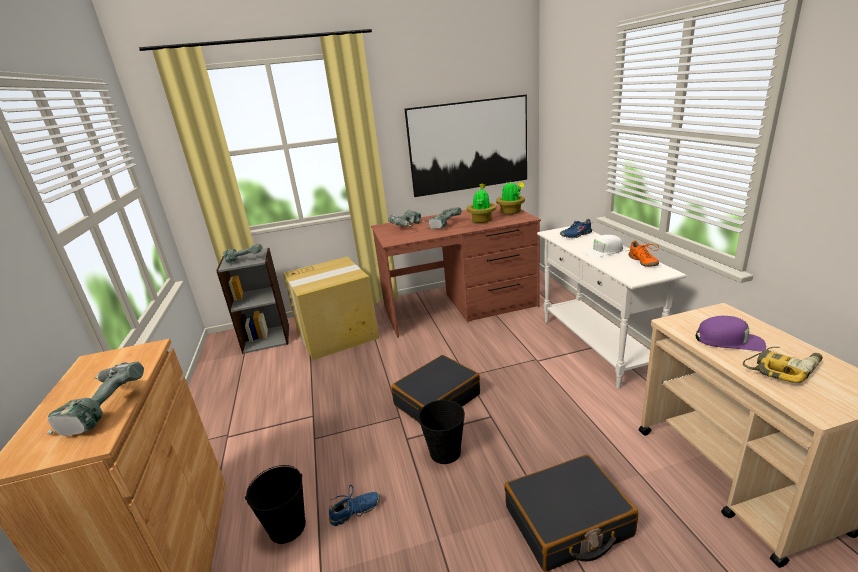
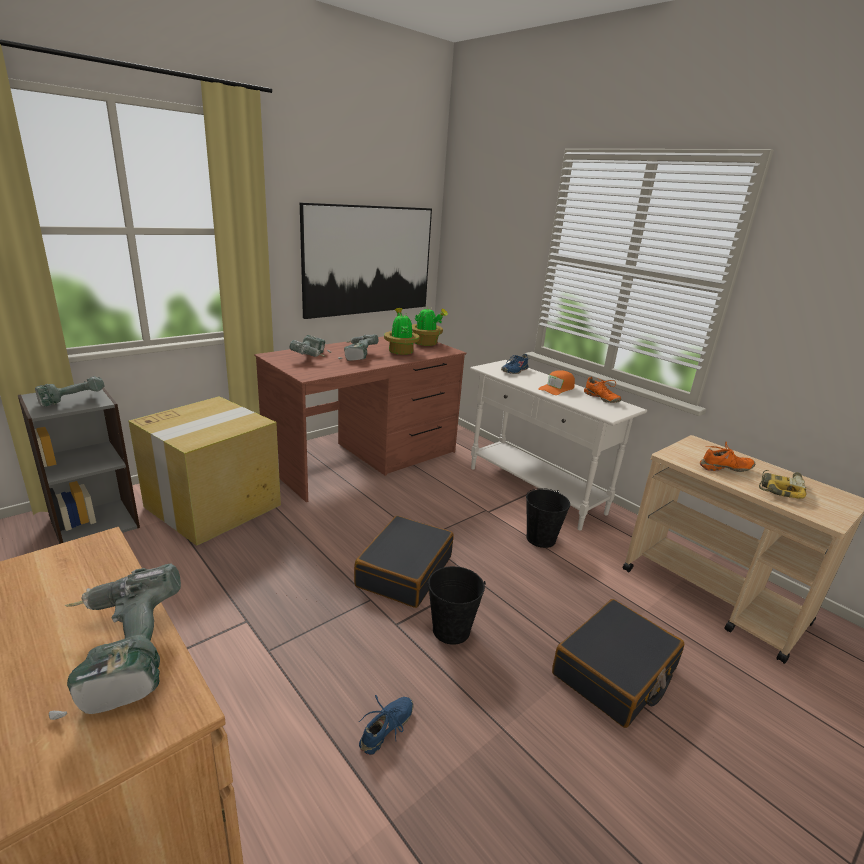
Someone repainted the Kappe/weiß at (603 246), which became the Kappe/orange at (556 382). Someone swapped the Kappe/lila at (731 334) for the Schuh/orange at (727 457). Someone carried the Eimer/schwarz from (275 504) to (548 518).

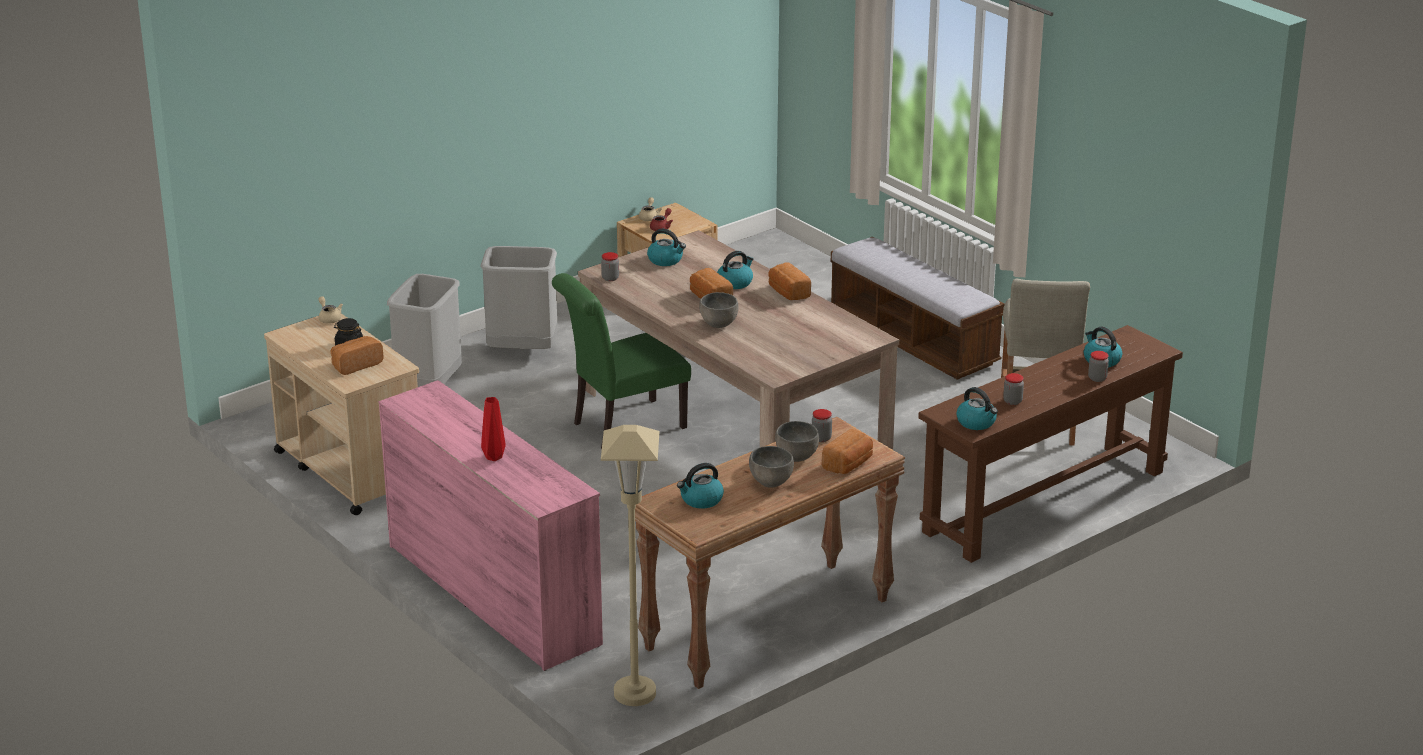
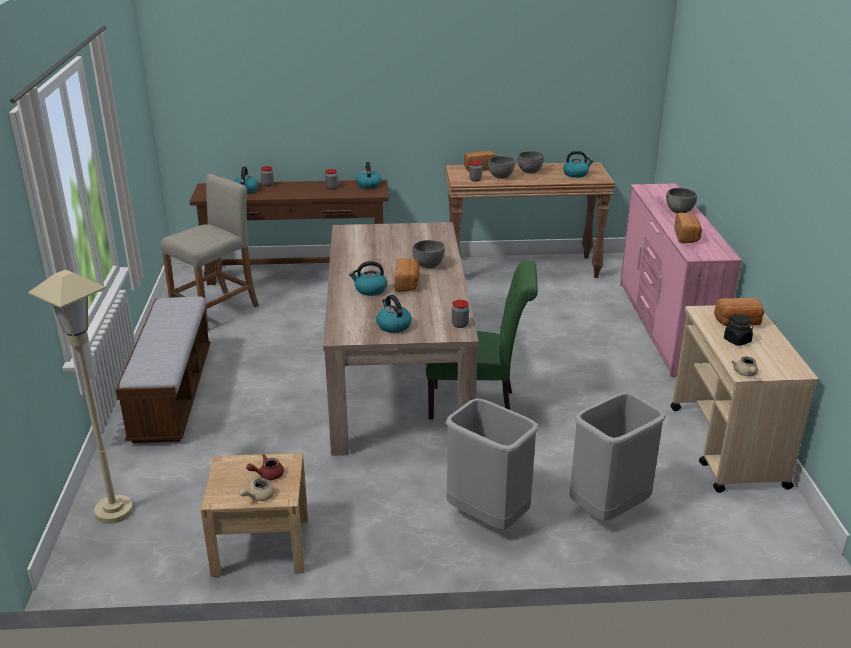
Someone carried the Brot from (789 281) to (688 228). Someone swapped the Vase/rot at (493 429) for the Schüssel/grau at (681 200). Someone carried the Stehlampe/beige from (630 565) to (80 396).

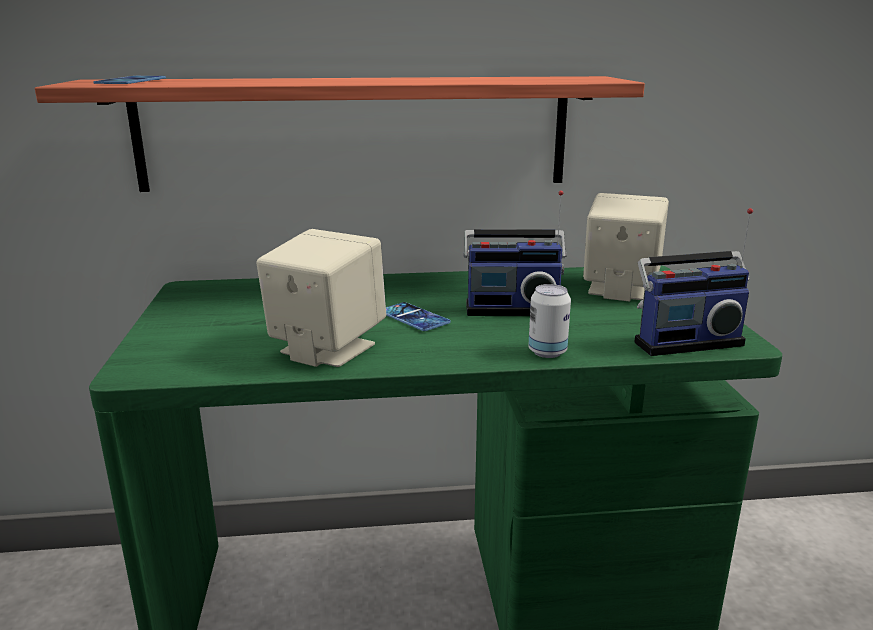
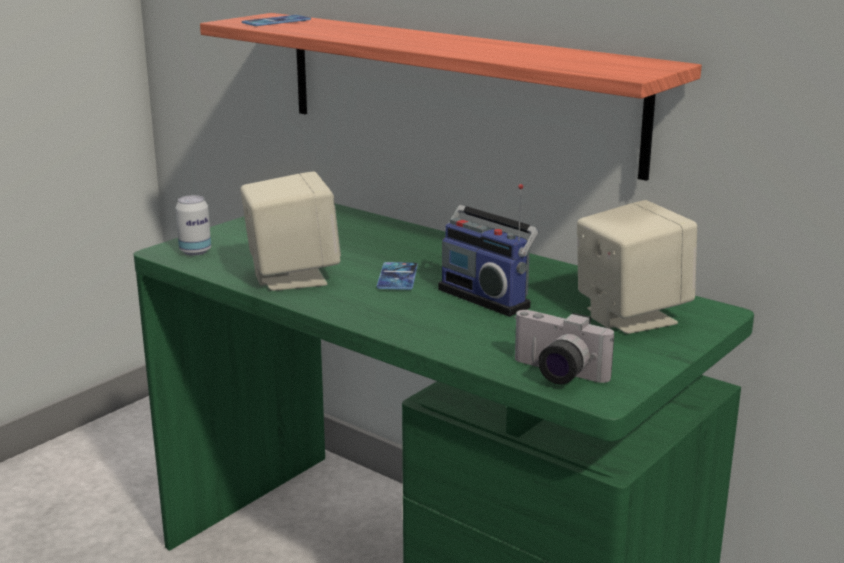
Someone swapped the Radio at (693 282) for the Kamera at (564 347). Someone carried the Dose from (549 321) to (193 225).

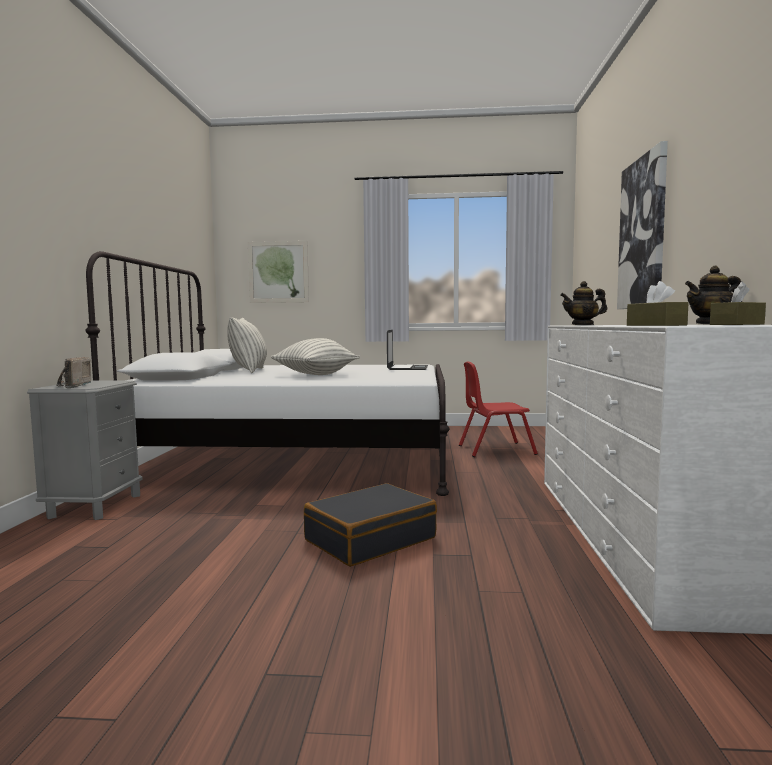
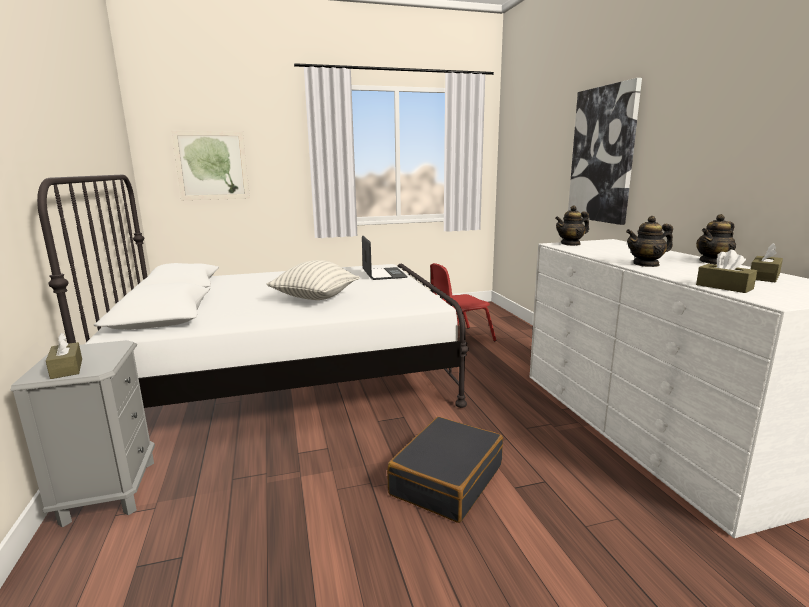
Someone took away the Kissen at (247 345). Someone swapped the Radio at (73 372) for the Taschentuchbox/braun at (64 356). Someone put down the Teekanne at (649 241).

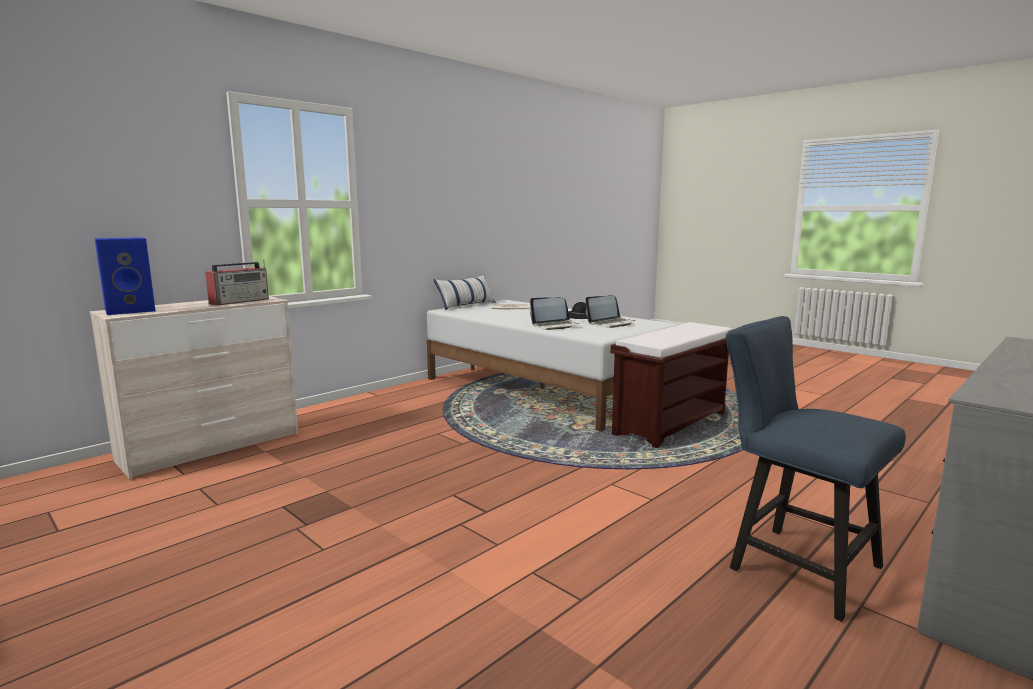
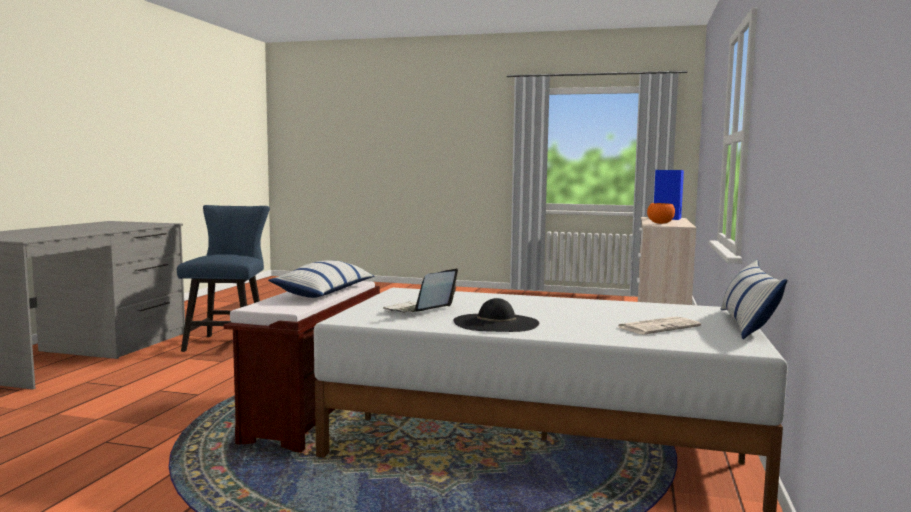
Someone swapped the Radio at (237 283) for the Schüssel/orange at (661 213). Someone took away the Laptop at (555 313). Someone rotated the Stuhl/blau at (816 469) by 105 degrees counterclockwise. Someone put down the Kissen at (321 279).

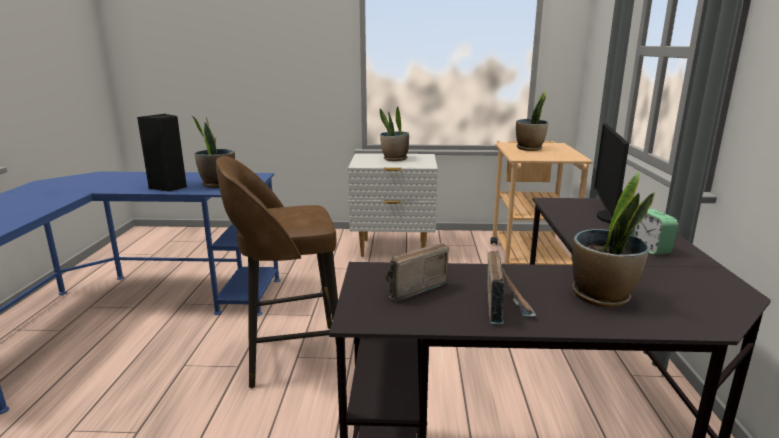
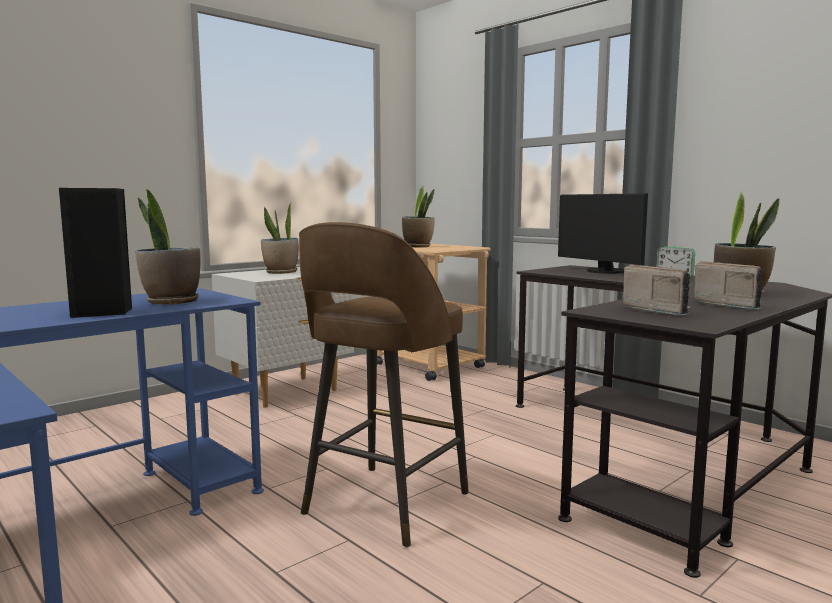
Someone rotated the Radio at (417 272) by 135 degrees clockwise.

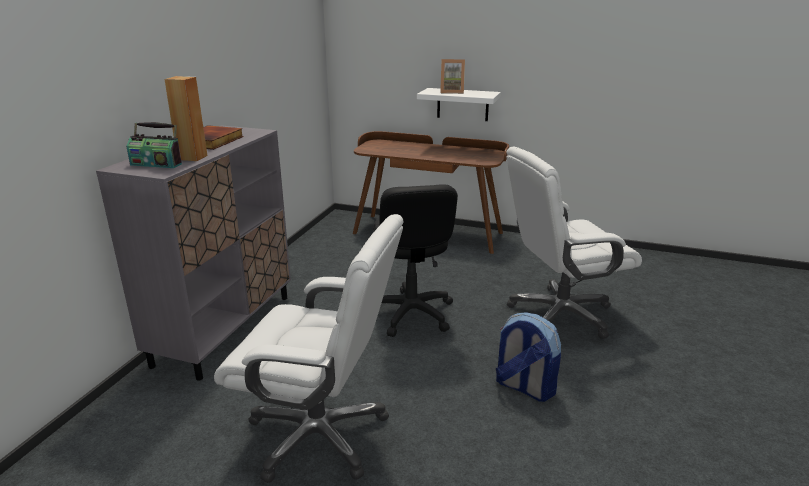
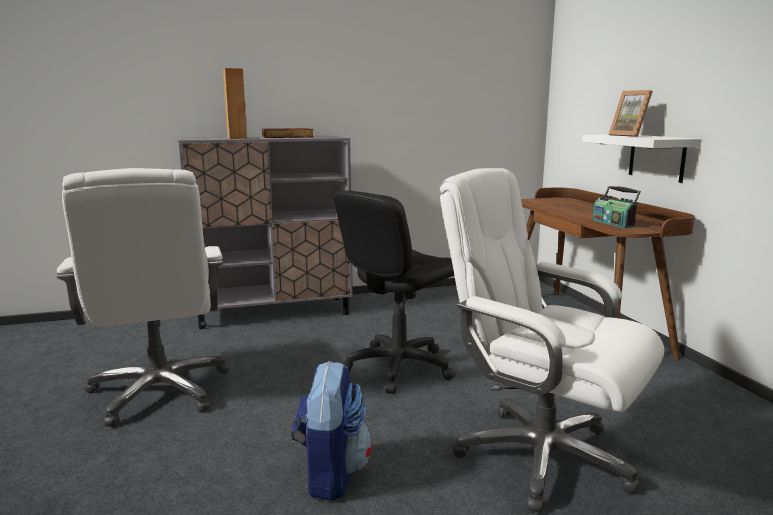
Someone carried the Radio from (154 145) to (617 207).

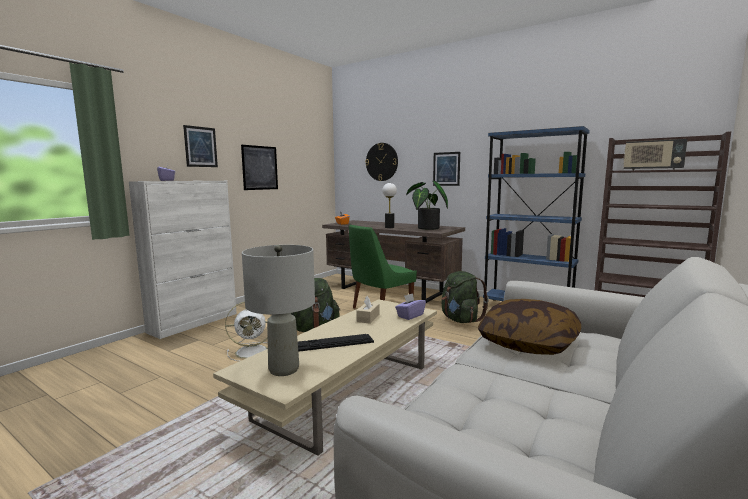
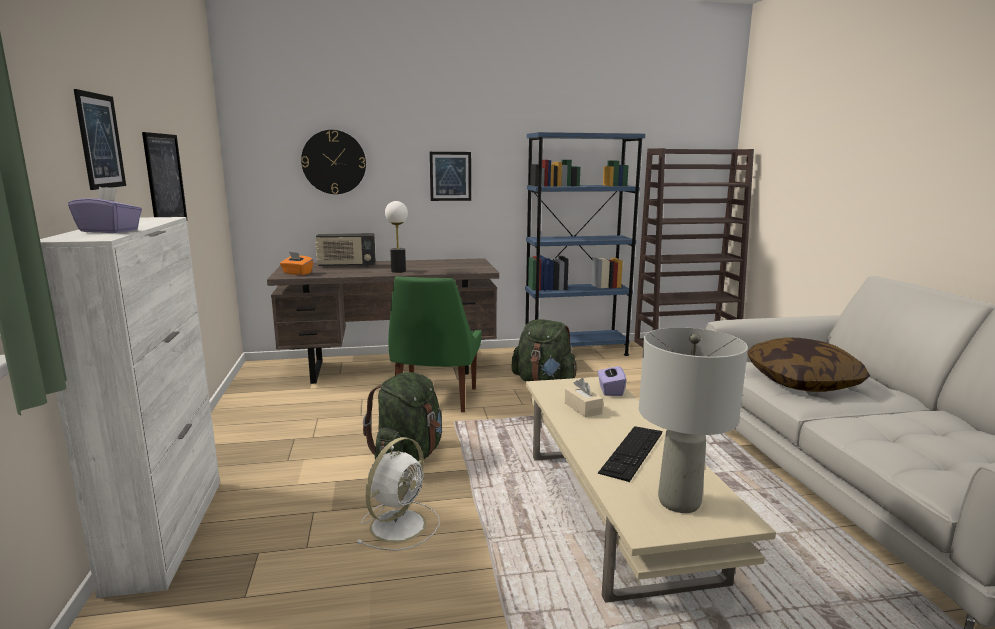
Someone carried the Radio from (655 154) to (345 250). Someone took away the Topfpflanze at (427 205).

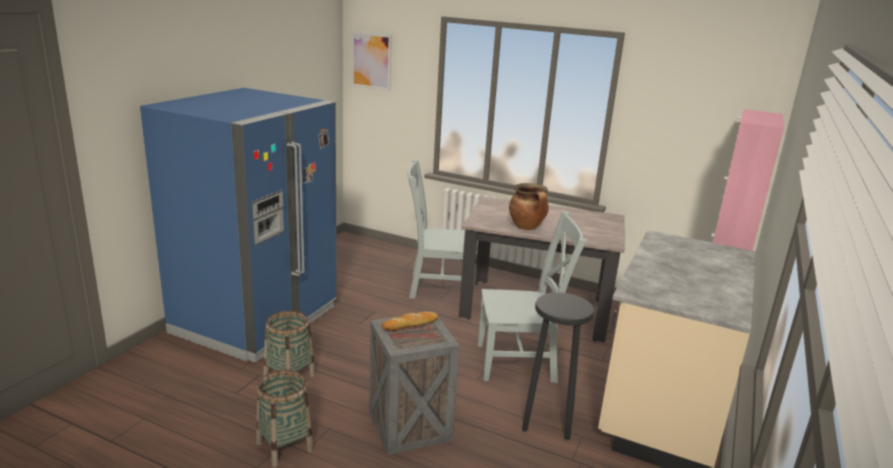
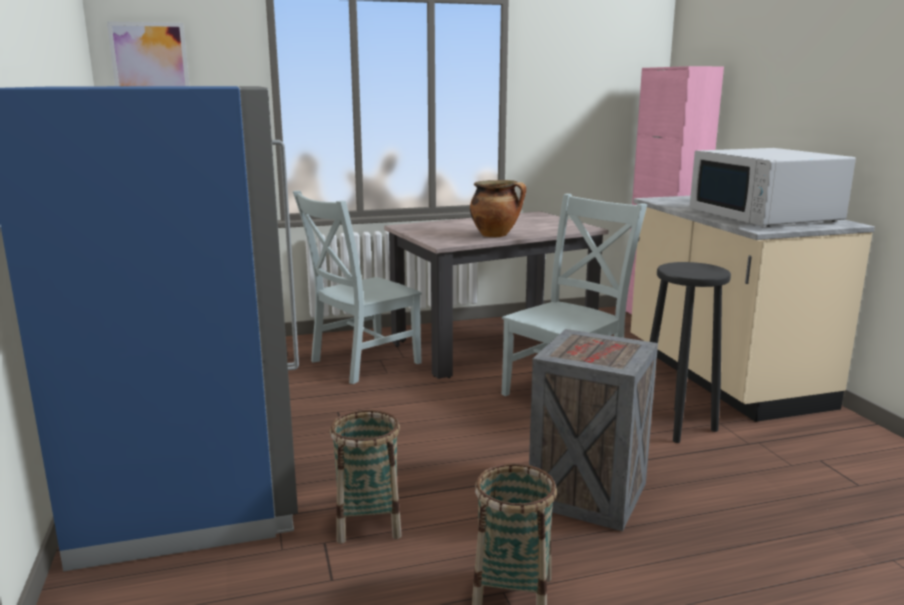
Someone took away the Brot at (410 321). Someone put down the Mikrowelle/weiß at (773 187).

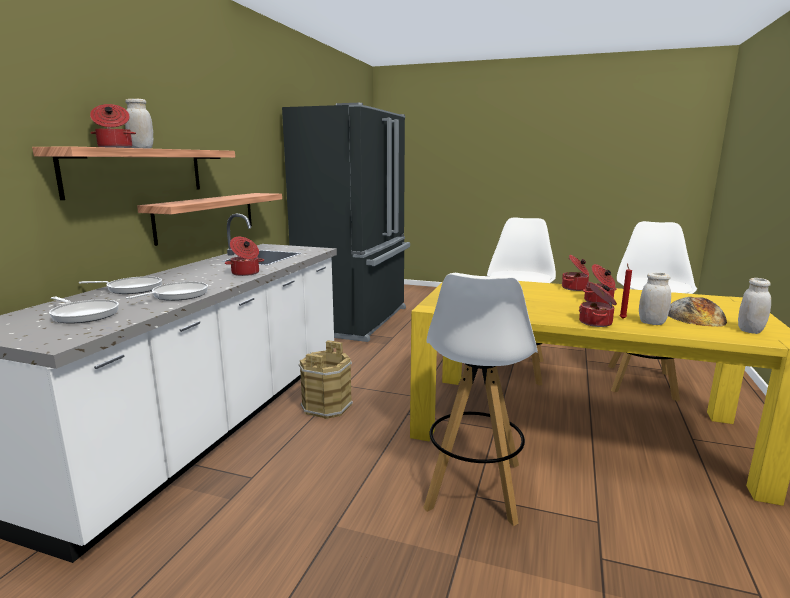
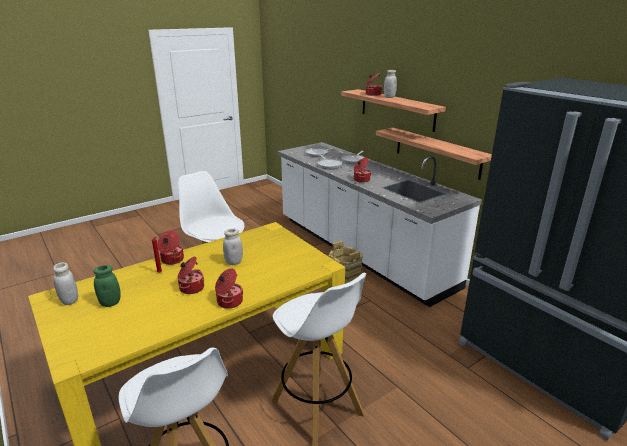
Someone carried the Vorratsglas/weiß from (655 299) to (233 247). Someone swapped the Brot at (697 312) for the Vorratsglas/grün at (107 286).

